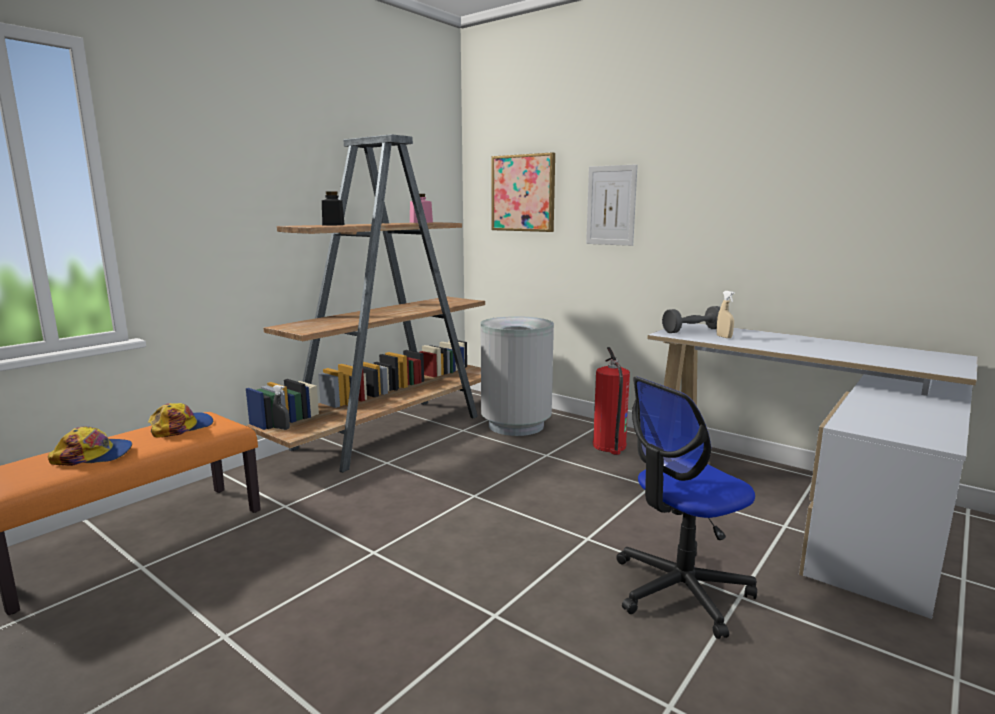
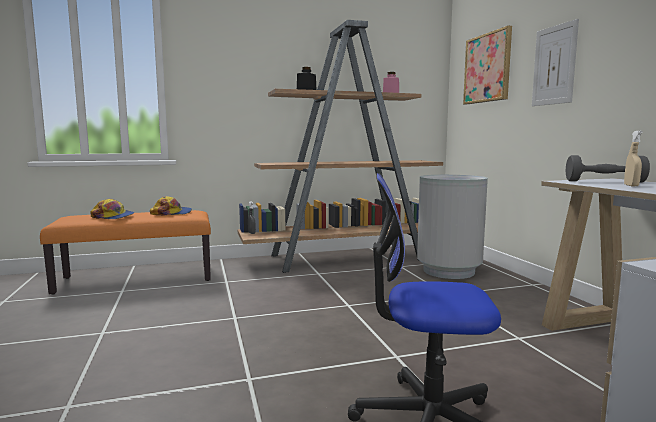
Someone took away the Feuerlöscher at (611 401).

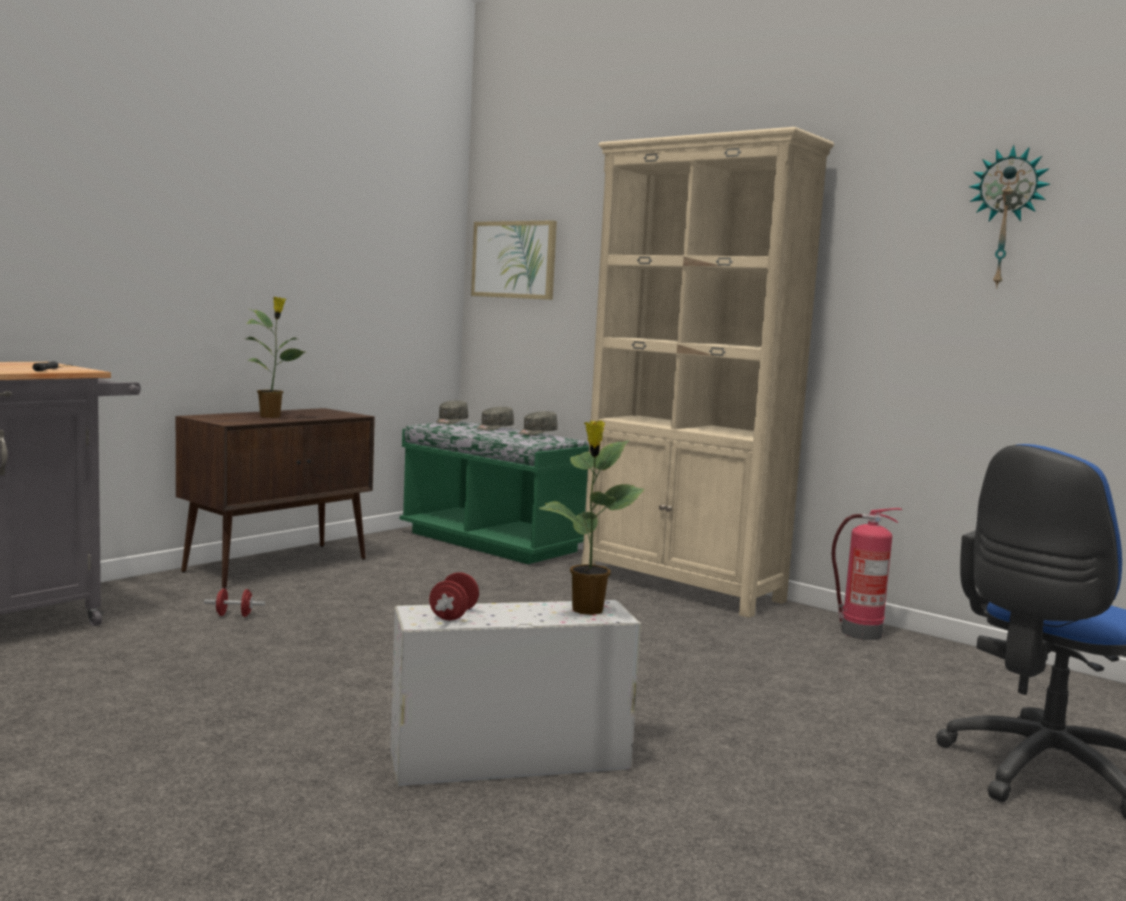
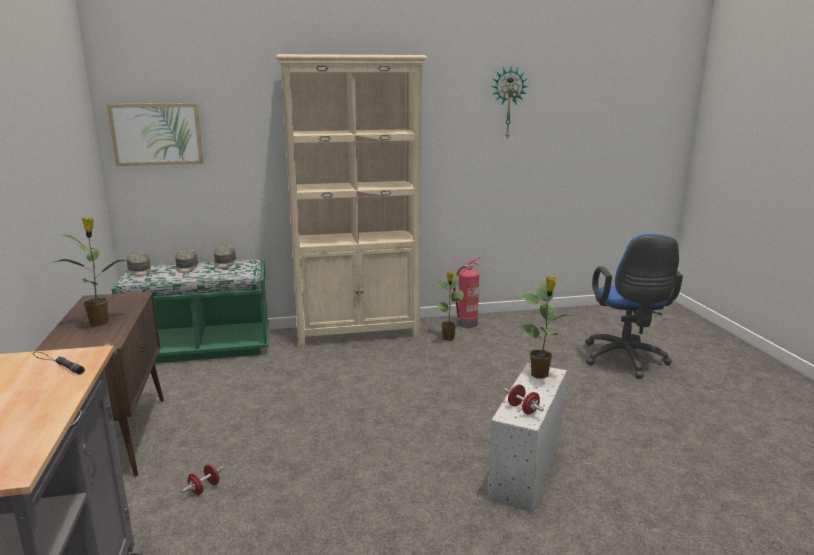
Someone put down the Topfpflanze at (449 306).

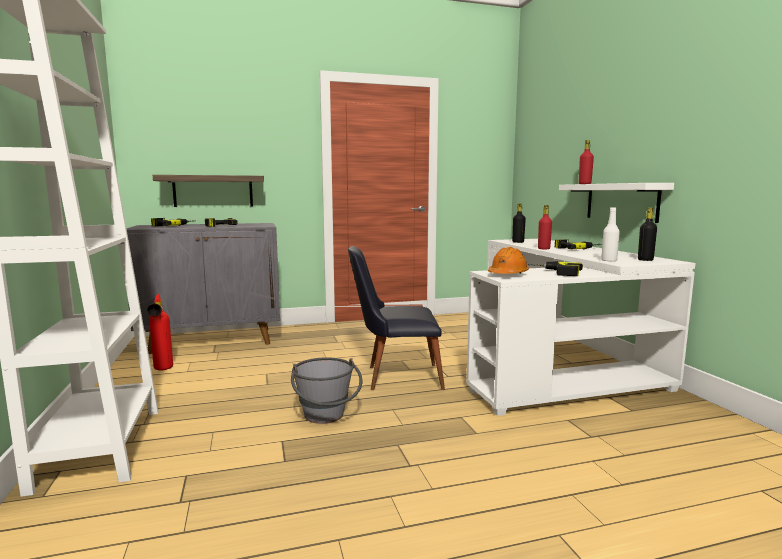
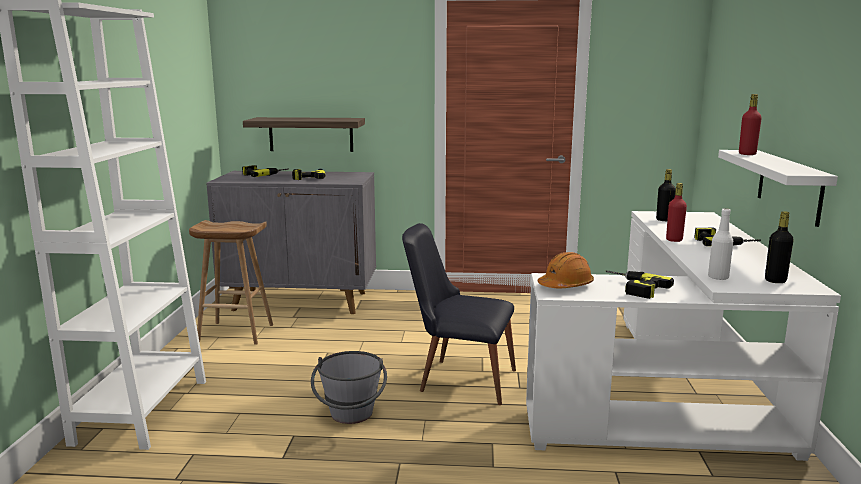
Someone swapped the Feuerlöscher at (160 332) for the Hocker/braun at (231 282).

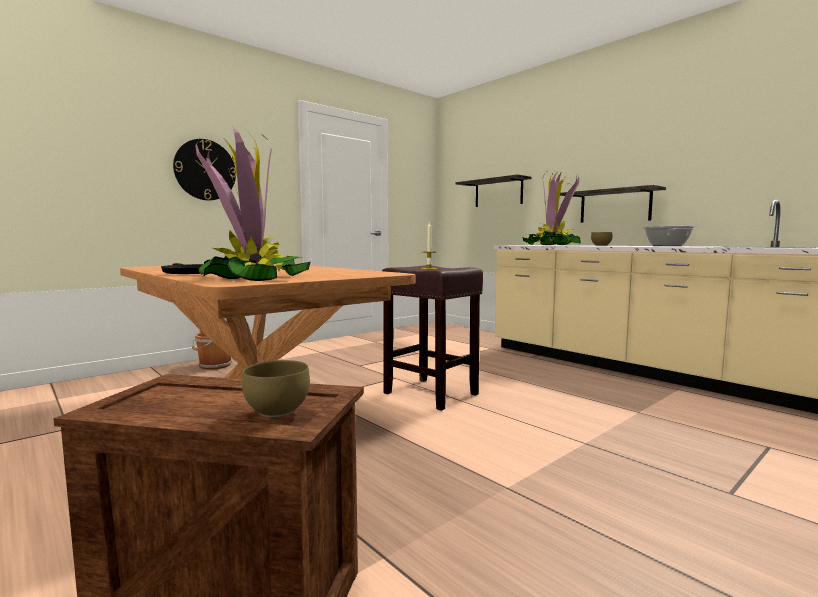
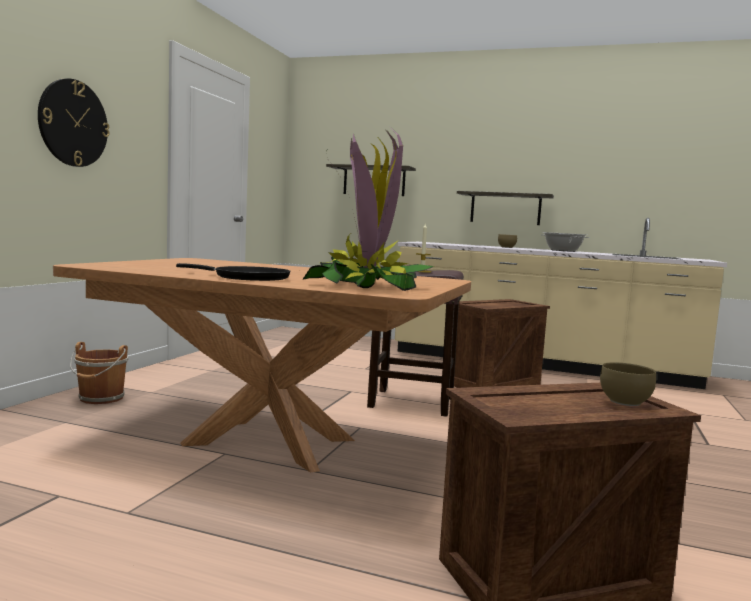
Someone took away the Topfpflanze at (551 208). Someone put down the Kiste at (502 343).

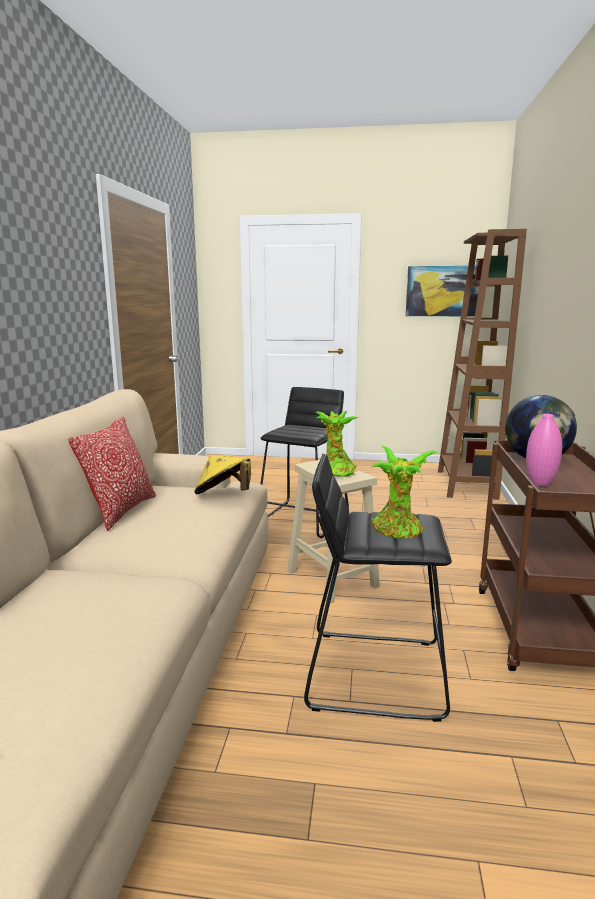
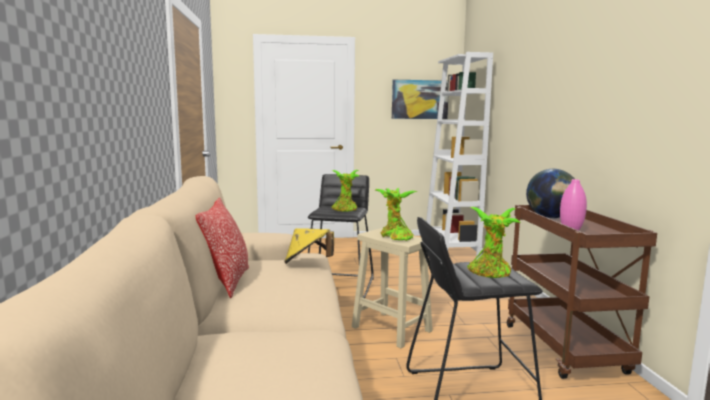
Someone repainted the Bücherregal/braun at (482 364), which became the Bücherregal/weiß at (459 155). Someone put down the Topfpflanze at (345 191).

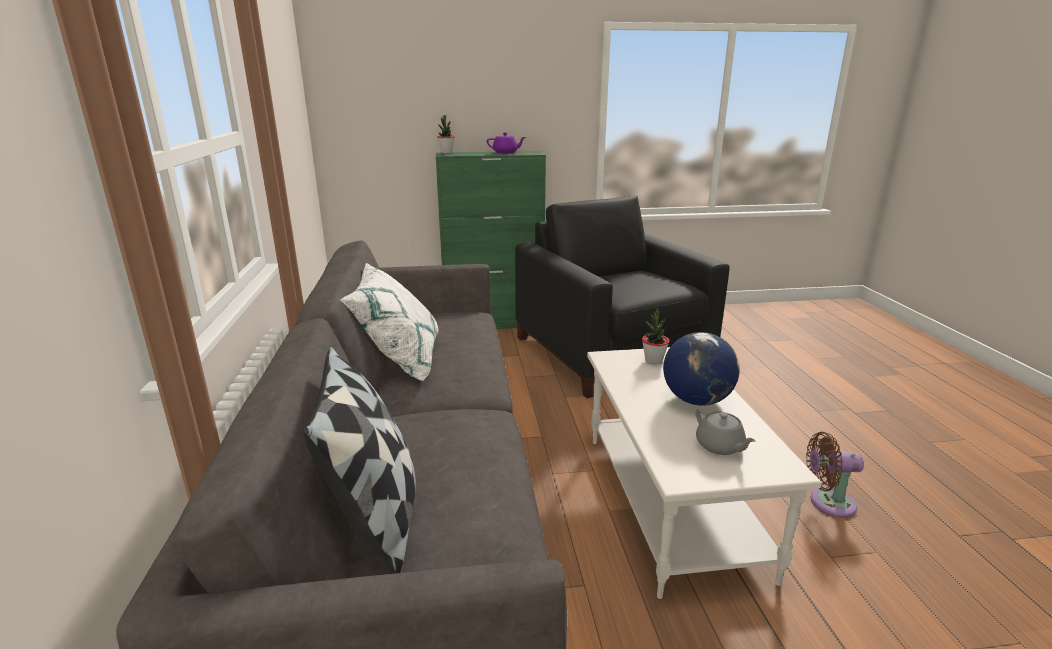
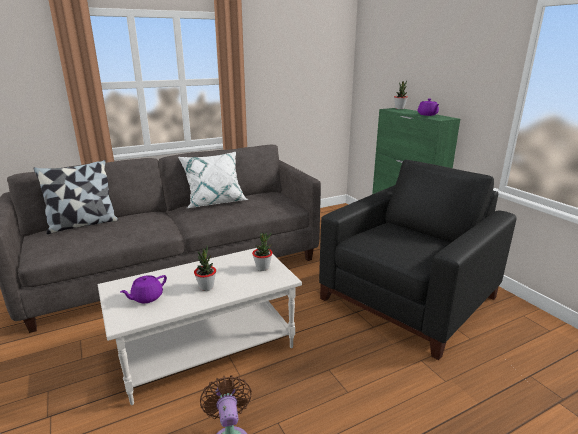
Someone swapped the Globus at (701 369) for the Topfpflanze at (205 268). Someone repainted the Teekanne/grau at (725 432), which became the Teekanne/lila at (143 289).

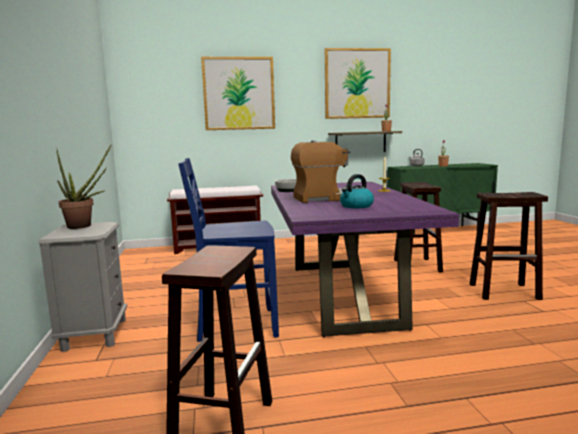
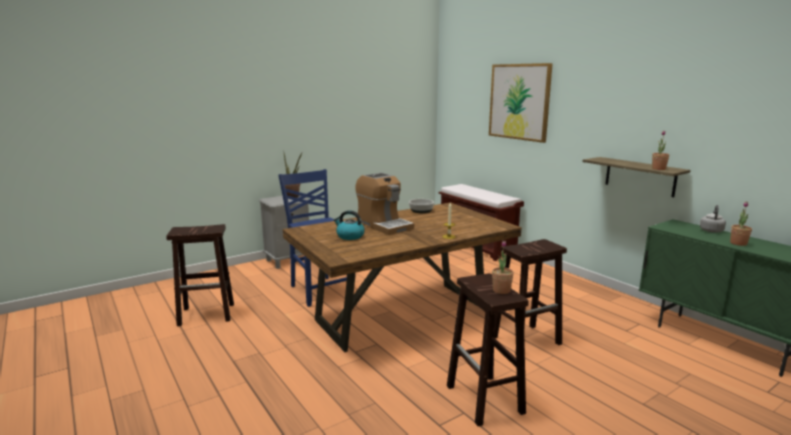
Someone took away the Bild at (358 83). Someone repainted the Esstisch/lila at (365 259), which became the Esstisch/braun at (402 277). Someone put down the Topfpflanze at (503 267).

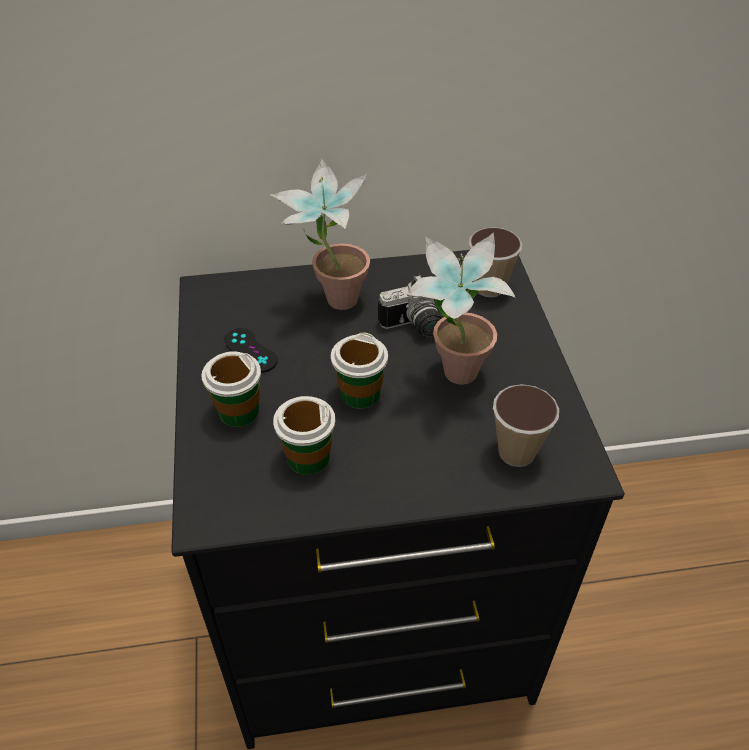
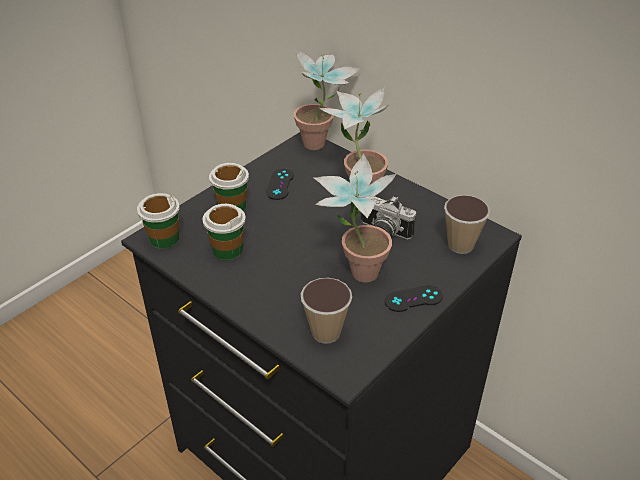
Someone carried the Tasse from (359 370) to (158 221). Someone put down the Topfpflanze at (327 99). Someone put down the Gamepad/schwarz at (414 298).

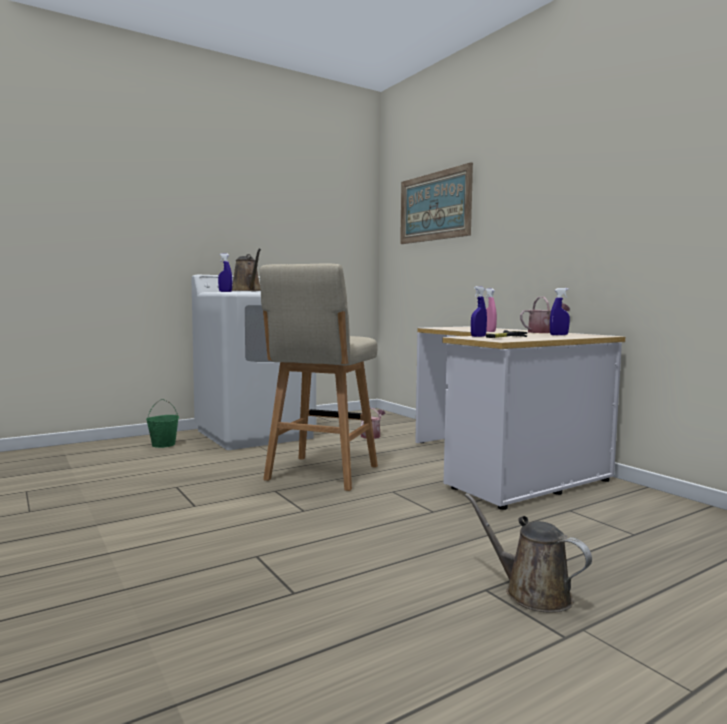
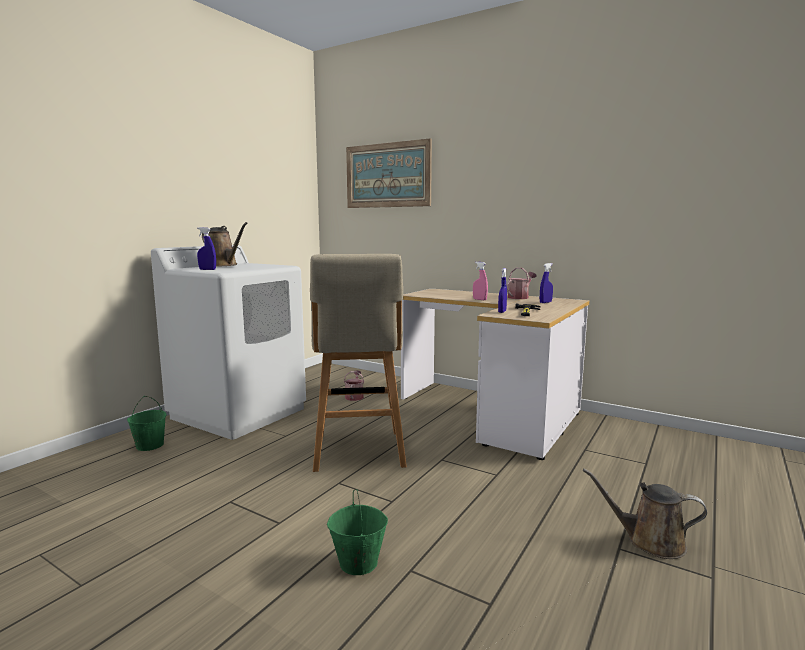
Someone put down the Eimer/grün at (357 532).

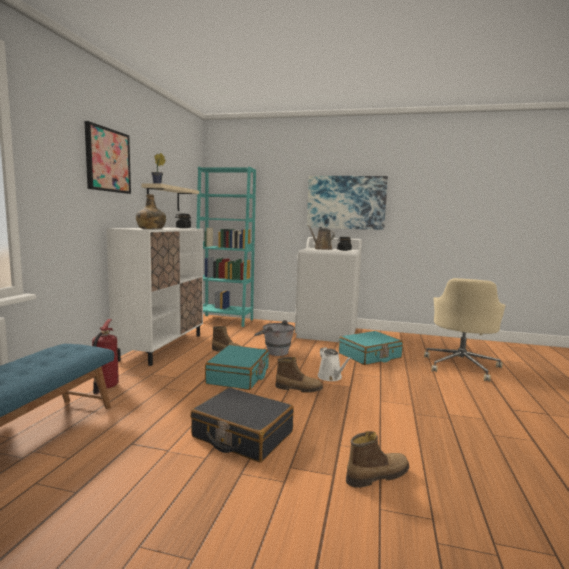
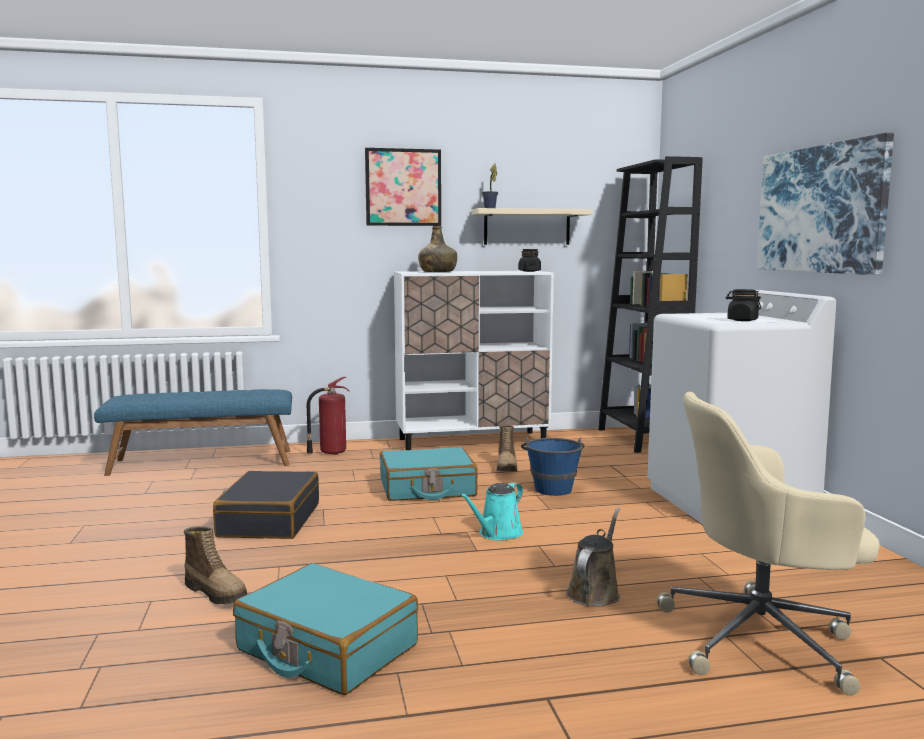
Someone repainted the Bücherregal/türkis at (226 247), which became the Bücherregal/schwarz at (650 304). Someone carried the Gießkanne/braun from (321 237) to (593 557). Someone repainted the Eimer/grau at (274 338), which became the Eimer/blau at (553 466). Someone carried the Koffer/türkis from (371 348) to (325 629). Someone repainted the Gießkanne/weiß at (335 364), which became the Gießkanne/türkis at (491 511). Someone took away the Stiefel at (299 375).

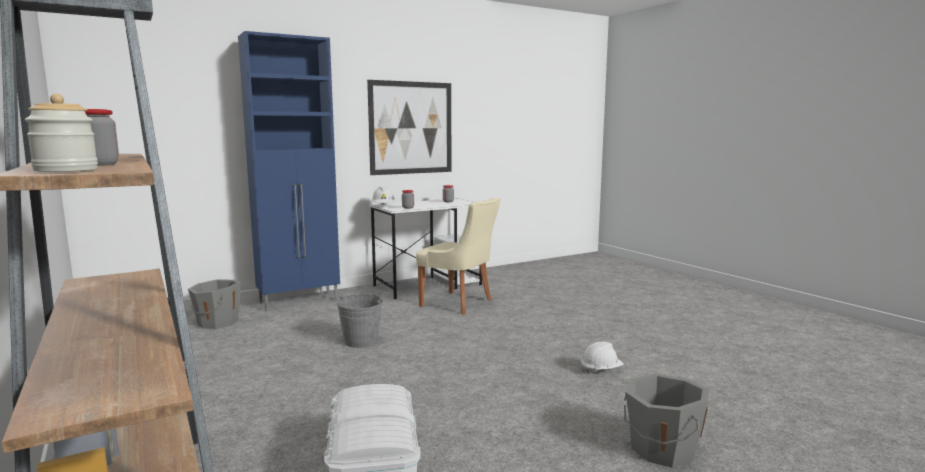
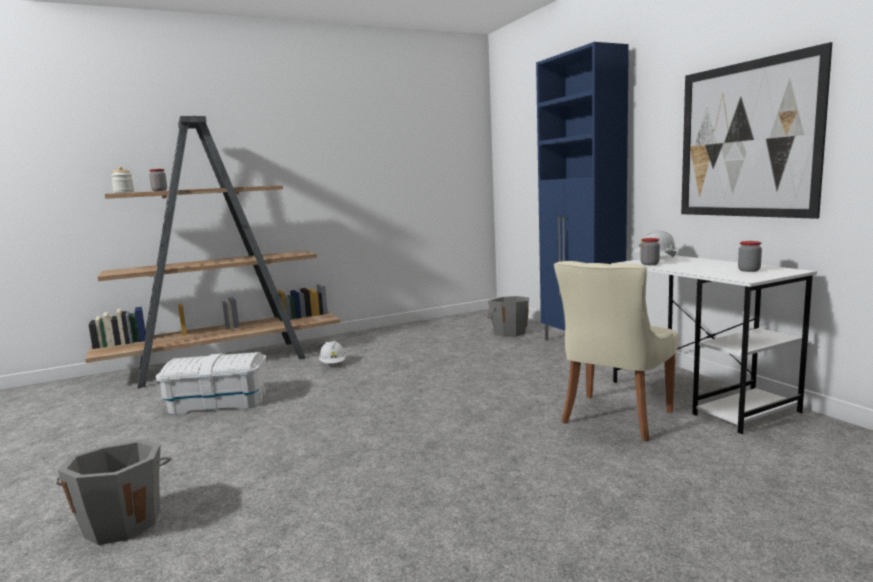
Someone took away the Eimer/grau at (360 321). Someone carried the Schutzhelm/weiß from (602 358) to (332 352).

